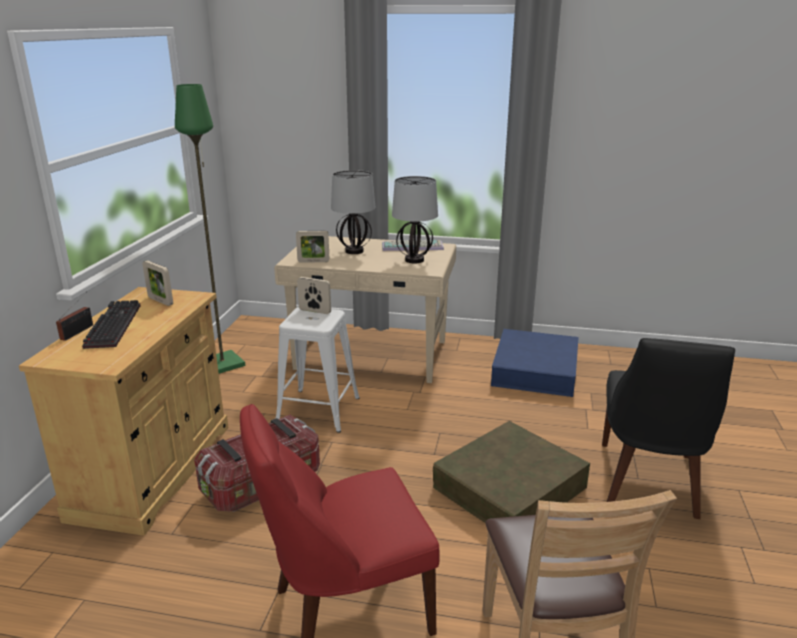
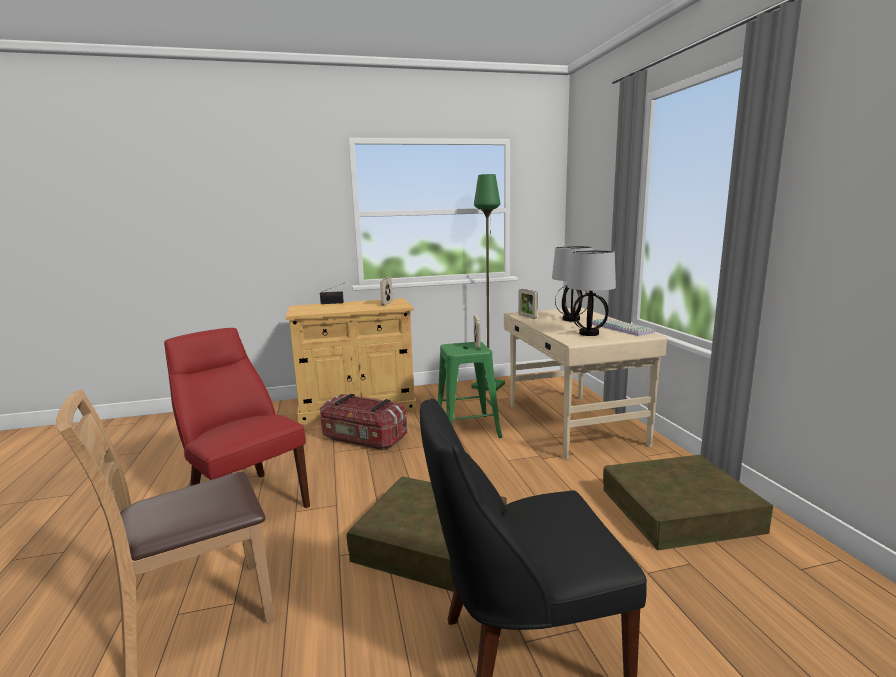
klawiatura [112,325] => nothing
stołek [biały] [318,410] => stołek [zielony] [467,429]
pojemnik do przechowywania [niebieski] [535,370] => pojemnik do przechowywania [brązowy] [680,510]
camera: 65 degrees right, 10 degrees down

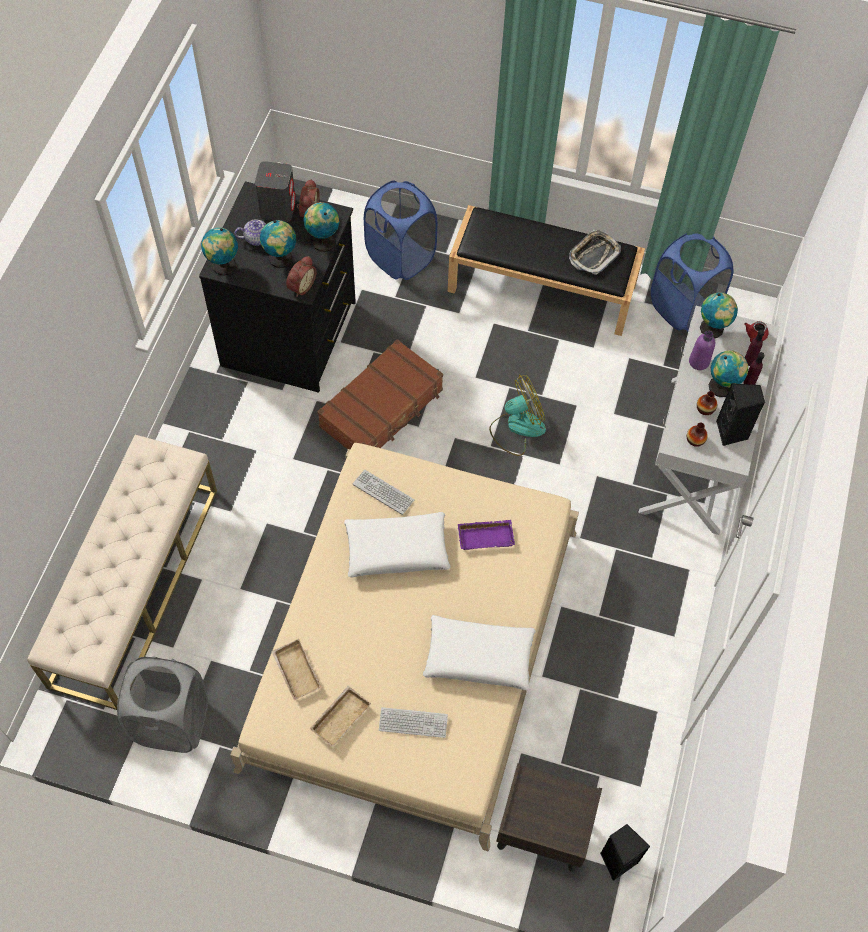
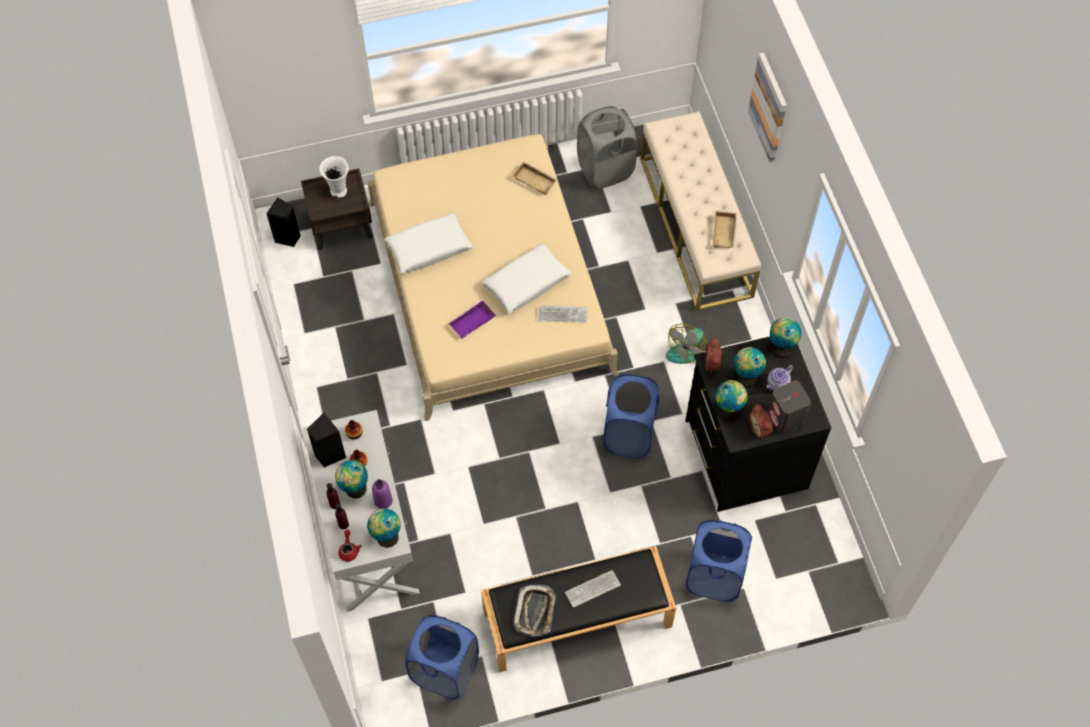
nothing => wazon [biały] [339,191]
nothing => obraz [769,107]
taca [beżowy] [340,716] => taca [beżowy] [725,233], moved
klawiatura [413,723] => klawiatura [592,589], moved
wentylator [517,427] => wentylator [687,348], moved
walizka [brązowy] [382,409] => kosz na pranie [niebieski] [629,434]
camera: 150 degrees right, 0 degrees up

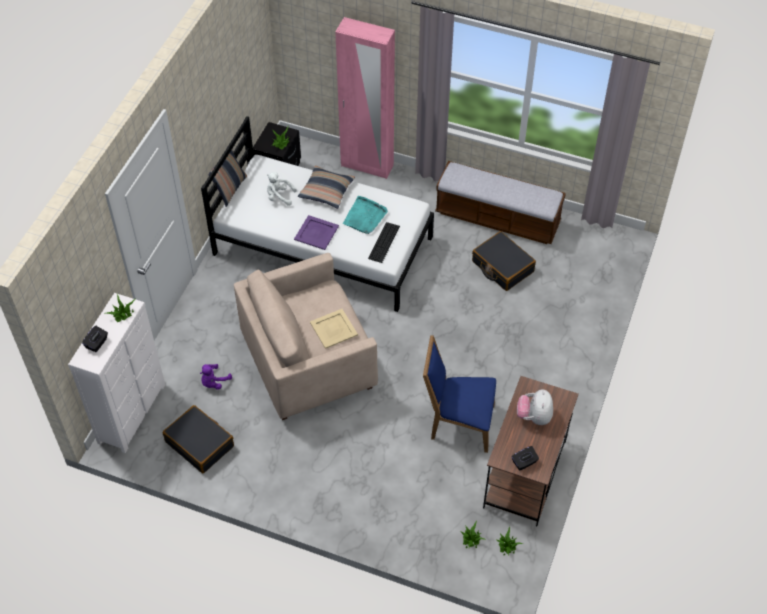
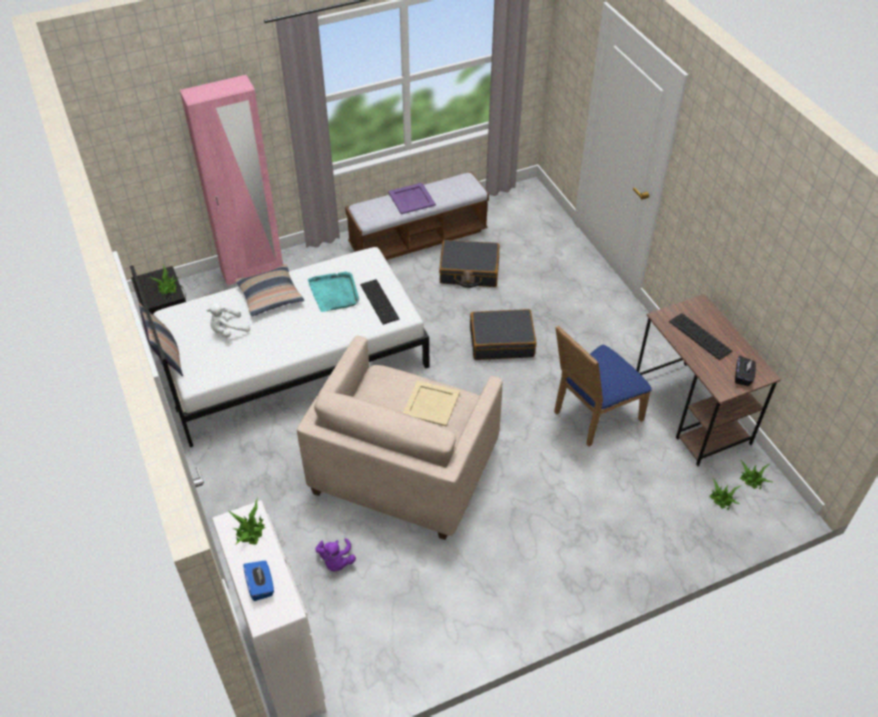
walizka [czarny] [200,444] => walizka [czarny] [501,341], moved
taca [fioletowy] [317,232] => taca [fioletowy] [412,198], moved
pluszak [534,416] => klawiatura [700,336]
pudełko chusteczek [czarny] [97,343] => pudełko chusteczek [niebieski] [261,586]
camera: 45 degrees left, 5 degrees down

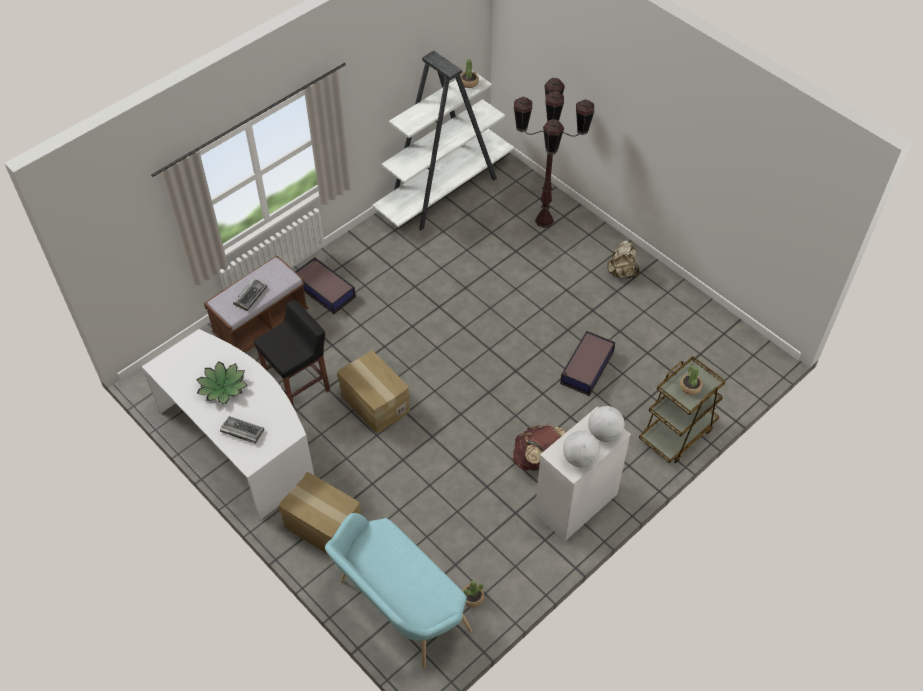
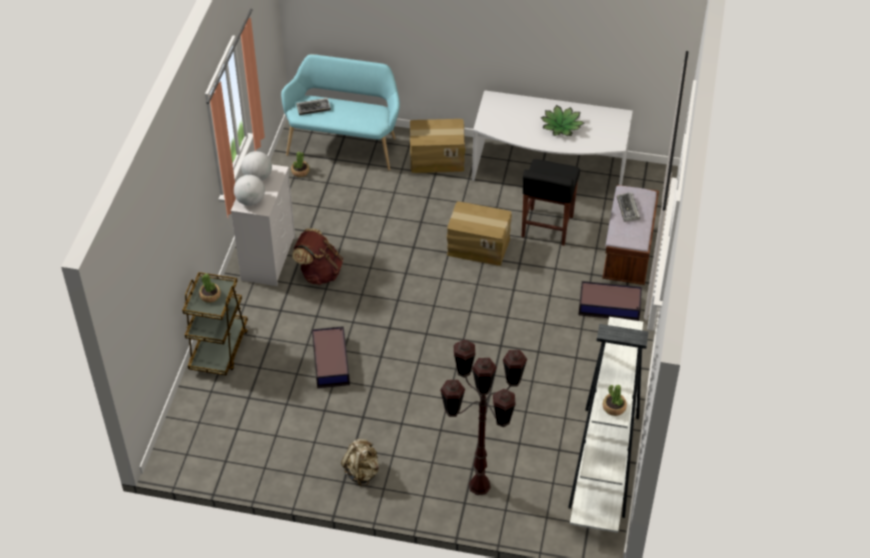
klawiatura [242,431] => klawiatura [314,108], moved
camera: 145 degrees right, 5 degrees down

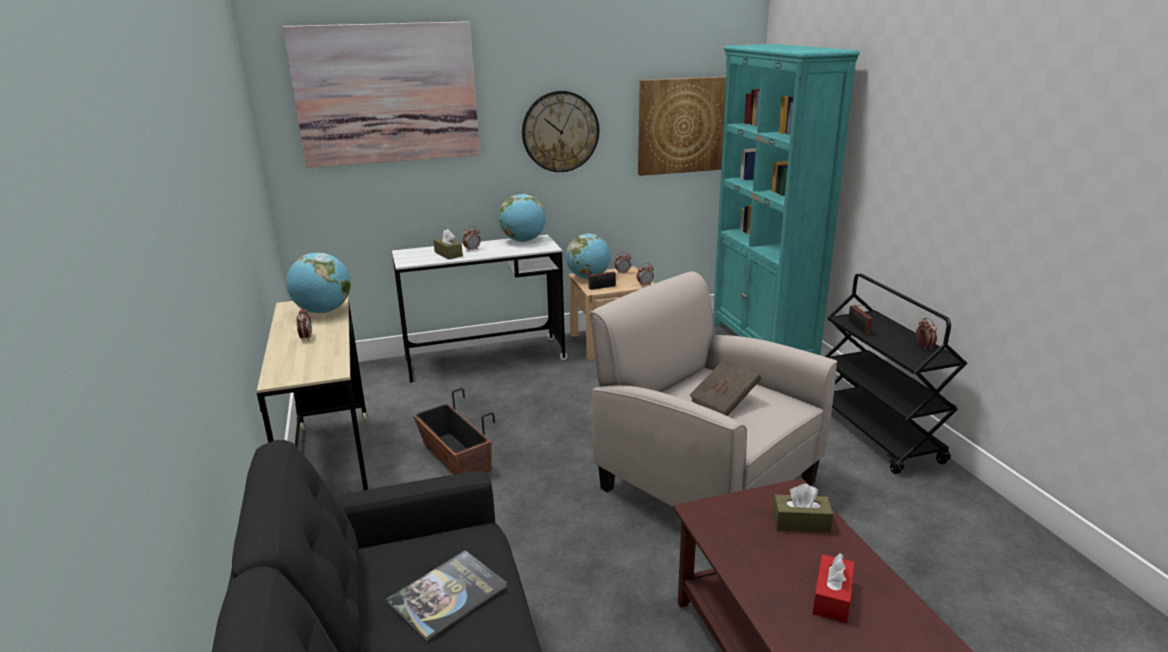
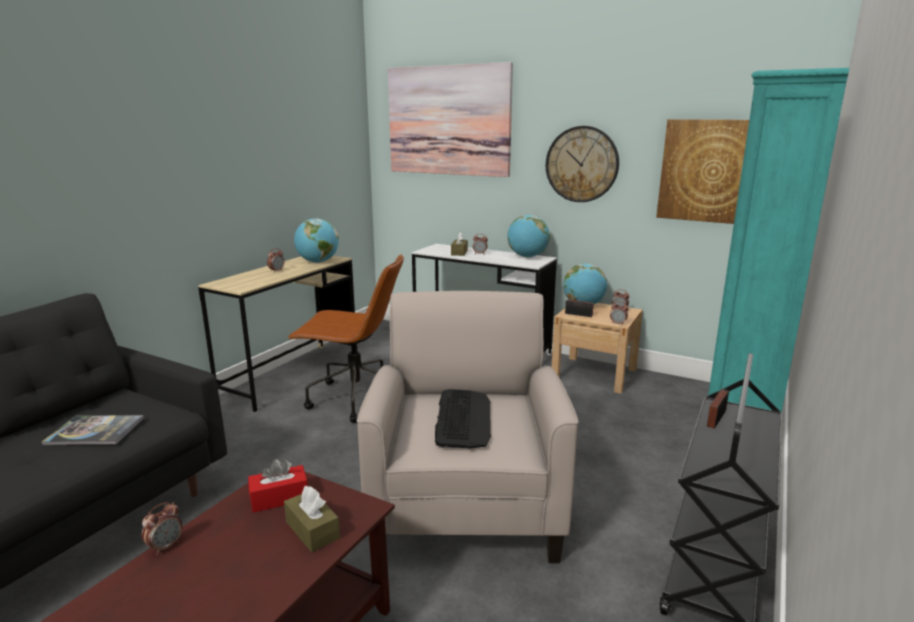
pudełko chusteczek [czerwony] [832,597] => pudełko chusteczek [czerwony] [279,498], moved
budzik [924,346] => budzik [165,546], moved
donica [455,458] => krzesło biurowe [brązowy] [355,398]
książka [brązowy] [724,401] => klawiatura [463,418]
camera: 45 degrees right, 5 degrees down

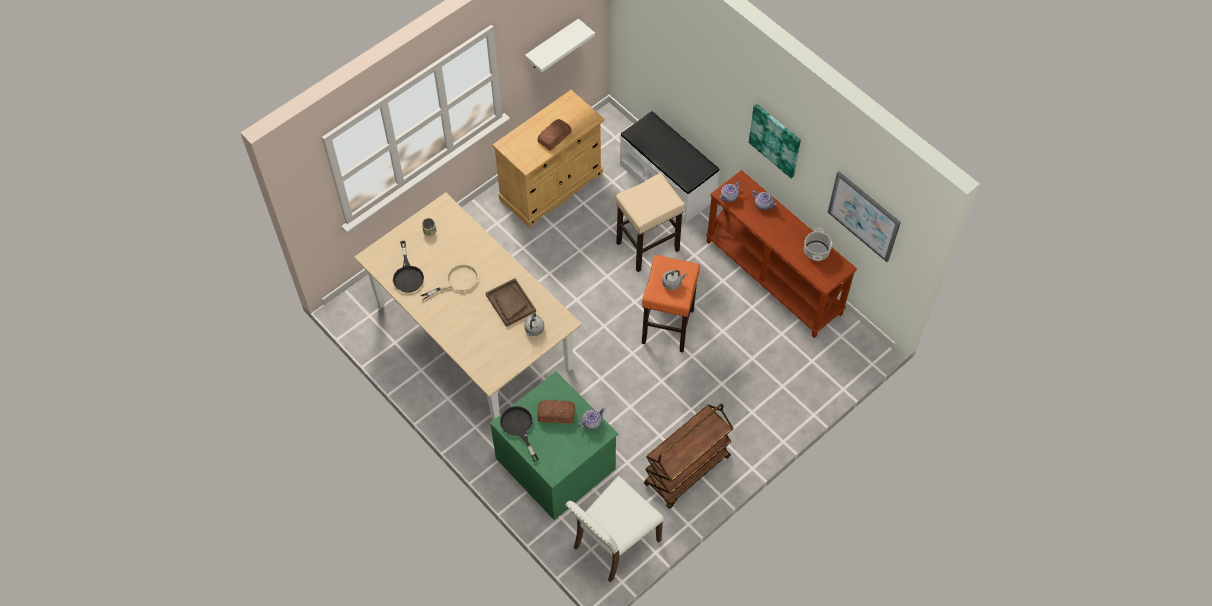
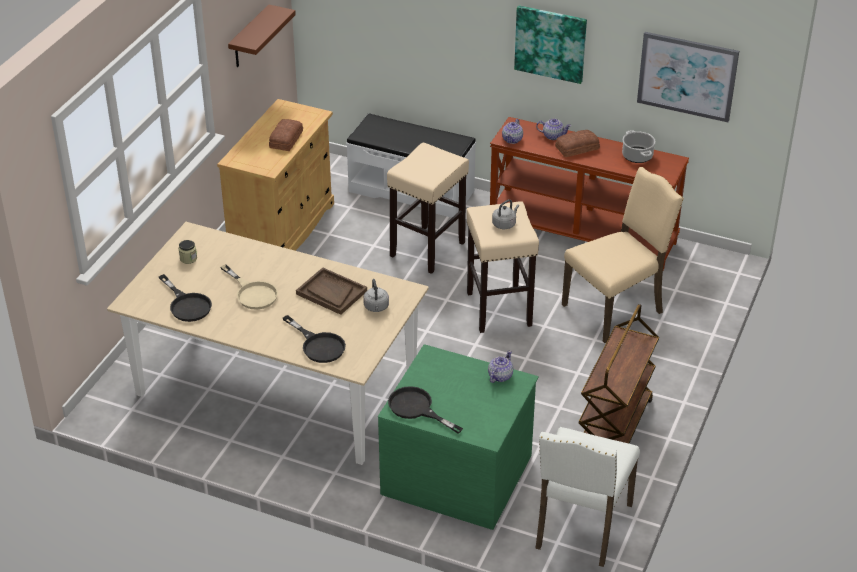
nothing => patelnia [czarny] [318,345]
nothing => krzesło [beżowy] [615,309]
chleb [556,413] => chleb [576,148], moved
półka [biały] [552,45] => półka [brązowy] [249,38]
stołek [pomarańczowy] [668,325] => stołek [beżowy] [498,308]
patelnia [beżowy] [457,281] => patelnia [beżowy] [252,293], 105 degrees clockwise
camera: 25 degrees left, 20 degrees down

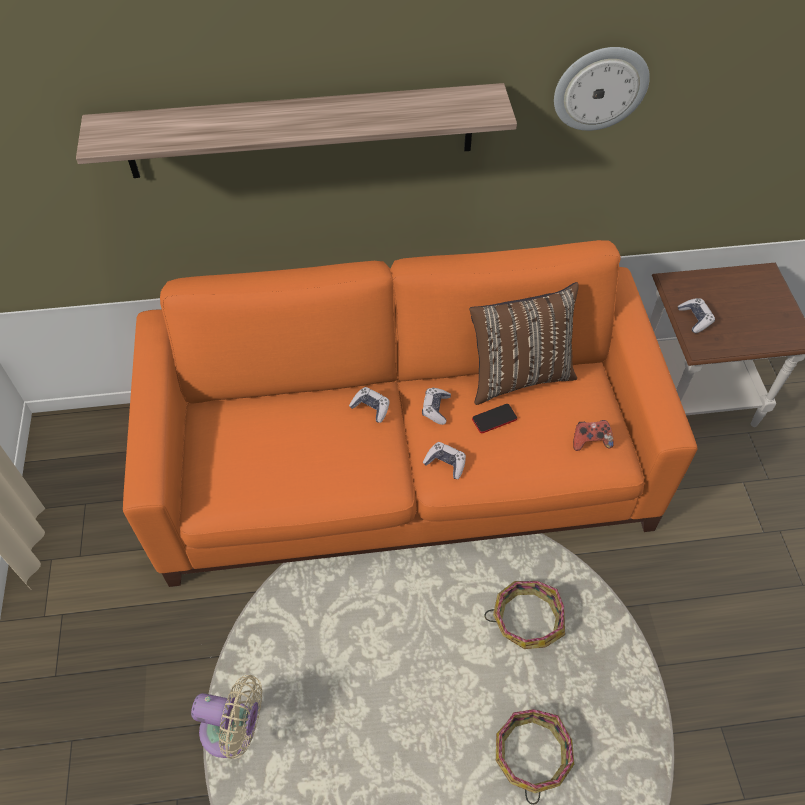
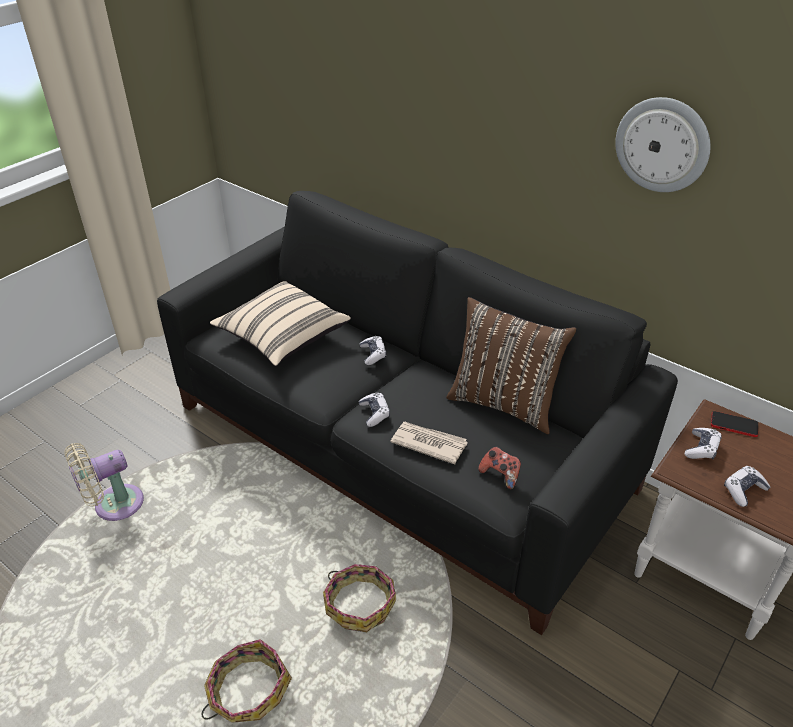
półka [300,131] => nothing
nothing => poduszka [beżowy] [282,337]
nothing => gazeta [428,443]
pad do gier [436,409] => pad do gier [743,490], moved
telefon [494,419] => telefon [734,425], moved
kanapa [pomarańczowy] [404,468] => kanapa [czarny] [398,447]
wentylator [beżowy] [234,731] => wentylator [beżowy] [113,506], 90 degrees clockwise
camera: 45 degrees right, 15 degrees down

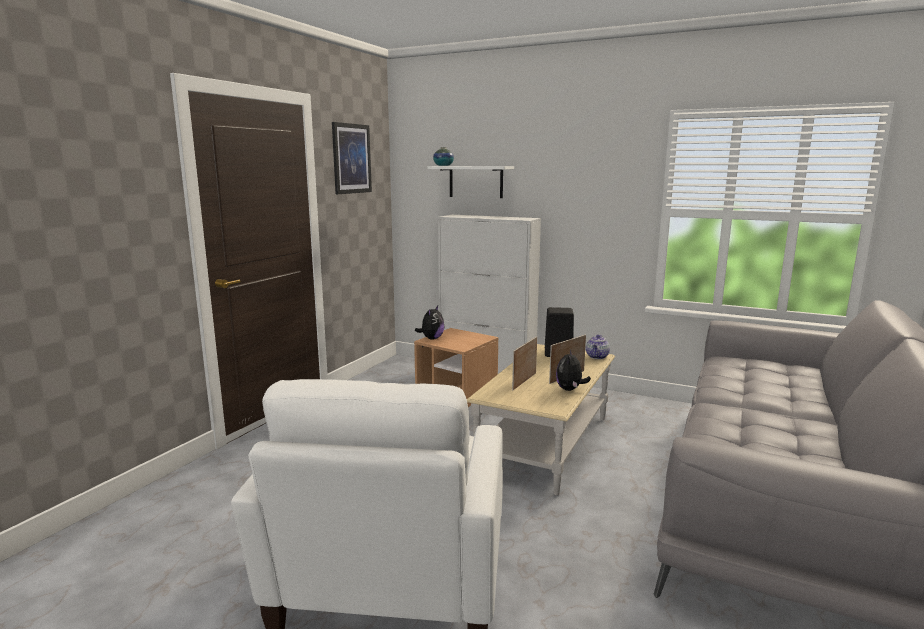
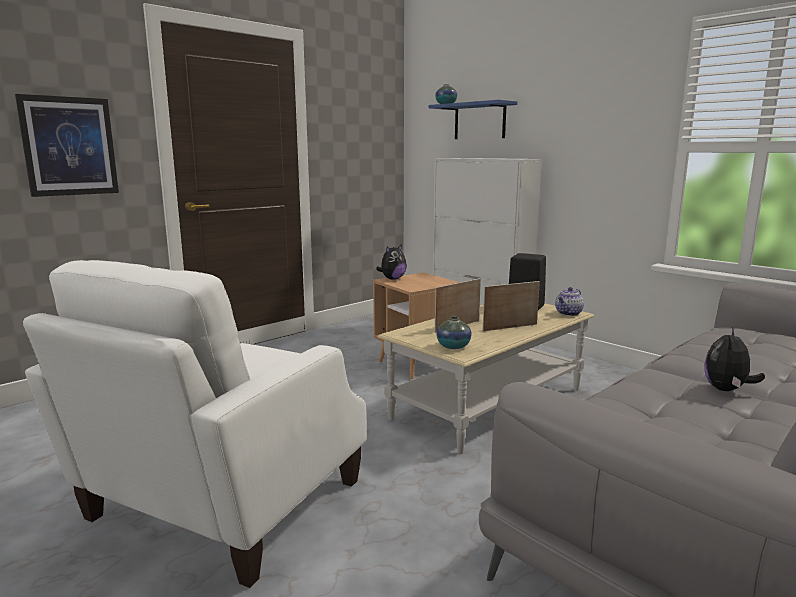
nothing => wazon [453,346]
obraz [351,158] => obraz [69,146], moved
pluszak [570,389] => pluszak [727,390], moved
półka [biały] [476,181] => półka [niebieski] [479,121]
camera: 20 degrees right, 0 degrees up

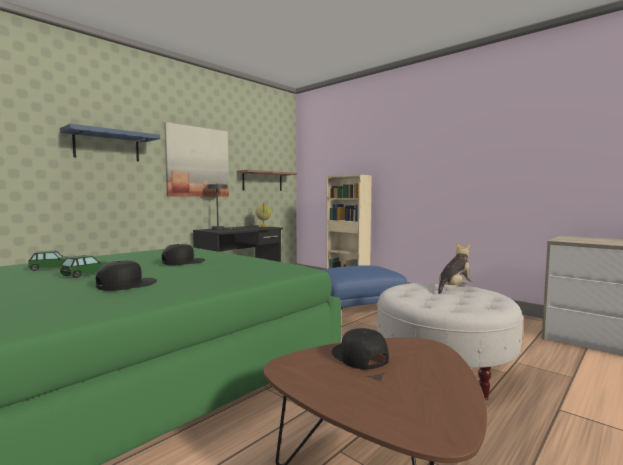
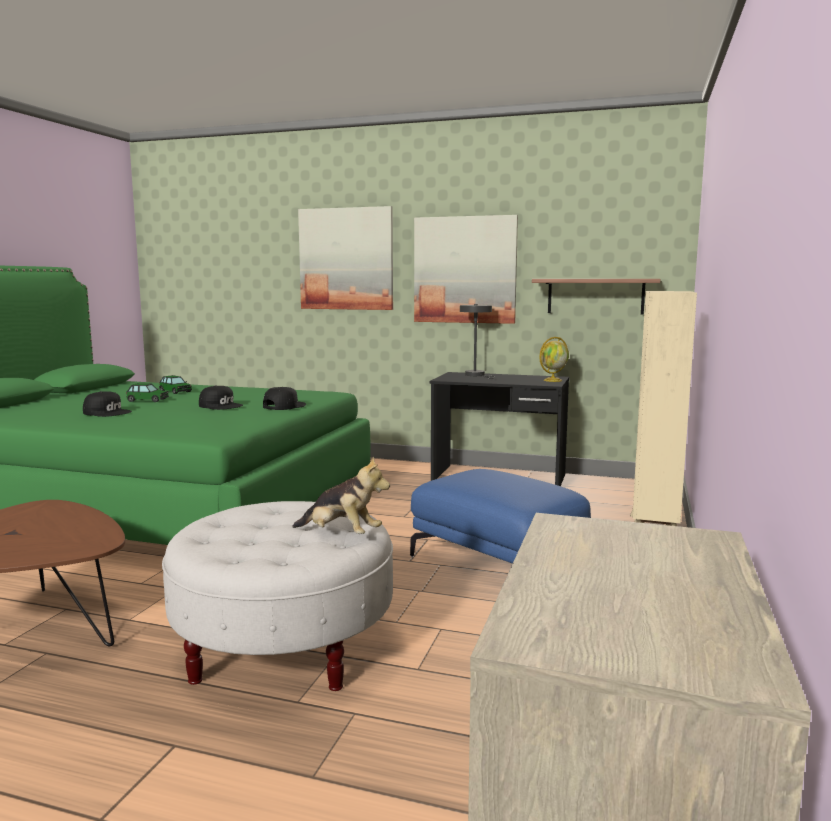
czapka z daszkiem [czarny] [358,356] => czapka z daszkiem [czarny] [284,406], moved
półka [niebieski] [107,146] => obraz [346,259]
camera: 65 degrees right, 5 degrees up

